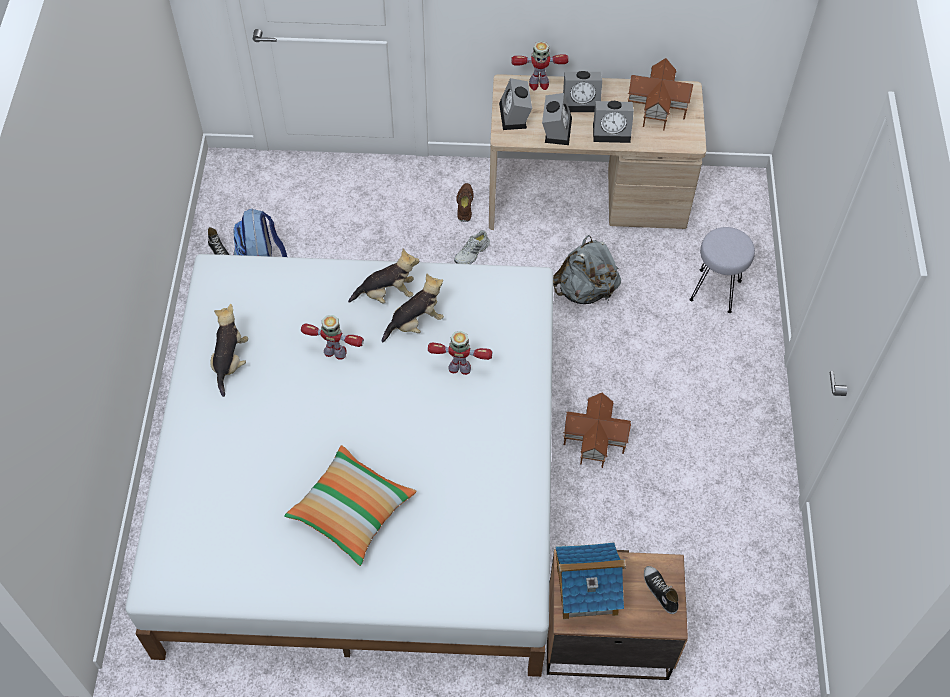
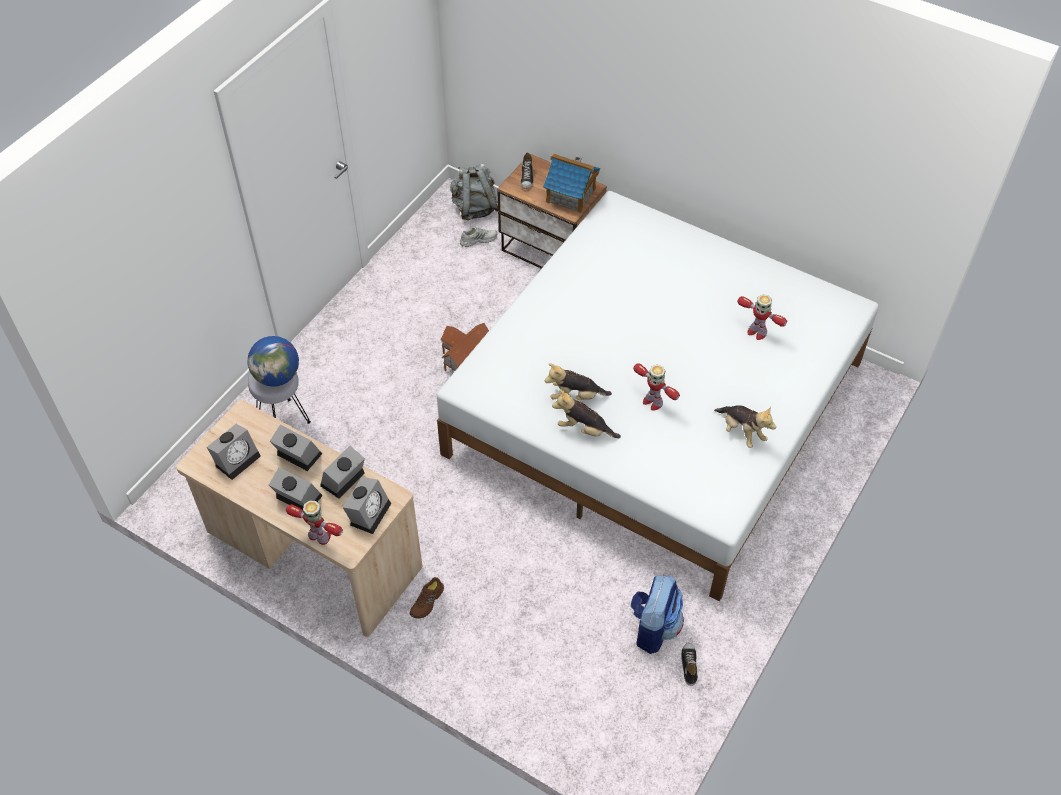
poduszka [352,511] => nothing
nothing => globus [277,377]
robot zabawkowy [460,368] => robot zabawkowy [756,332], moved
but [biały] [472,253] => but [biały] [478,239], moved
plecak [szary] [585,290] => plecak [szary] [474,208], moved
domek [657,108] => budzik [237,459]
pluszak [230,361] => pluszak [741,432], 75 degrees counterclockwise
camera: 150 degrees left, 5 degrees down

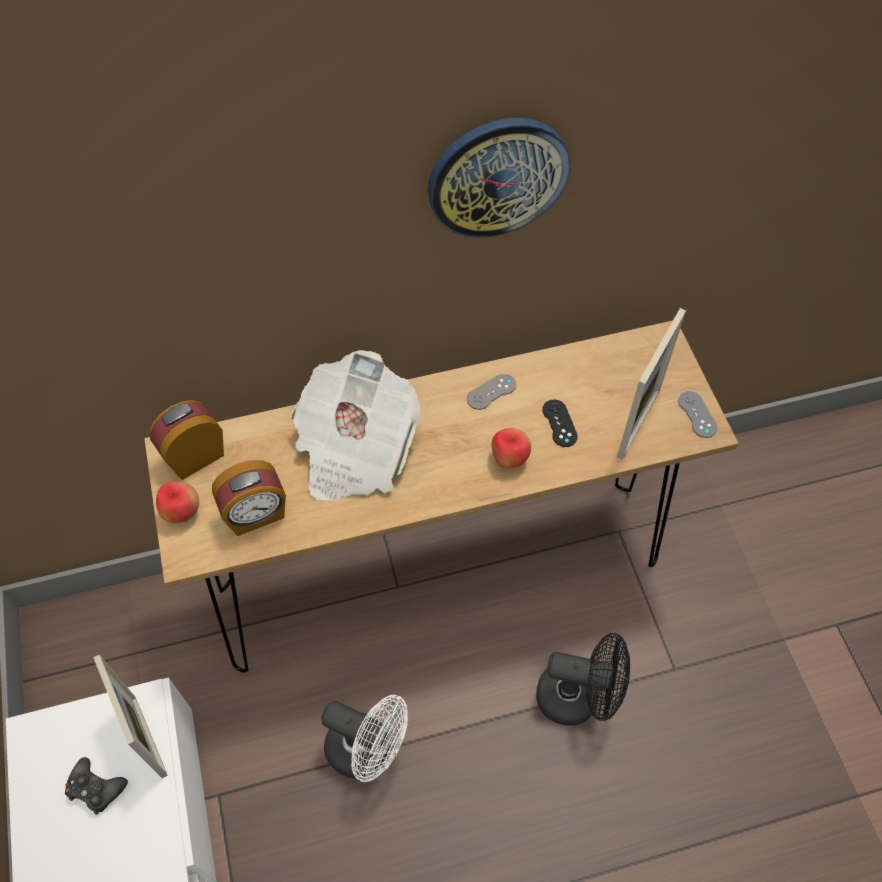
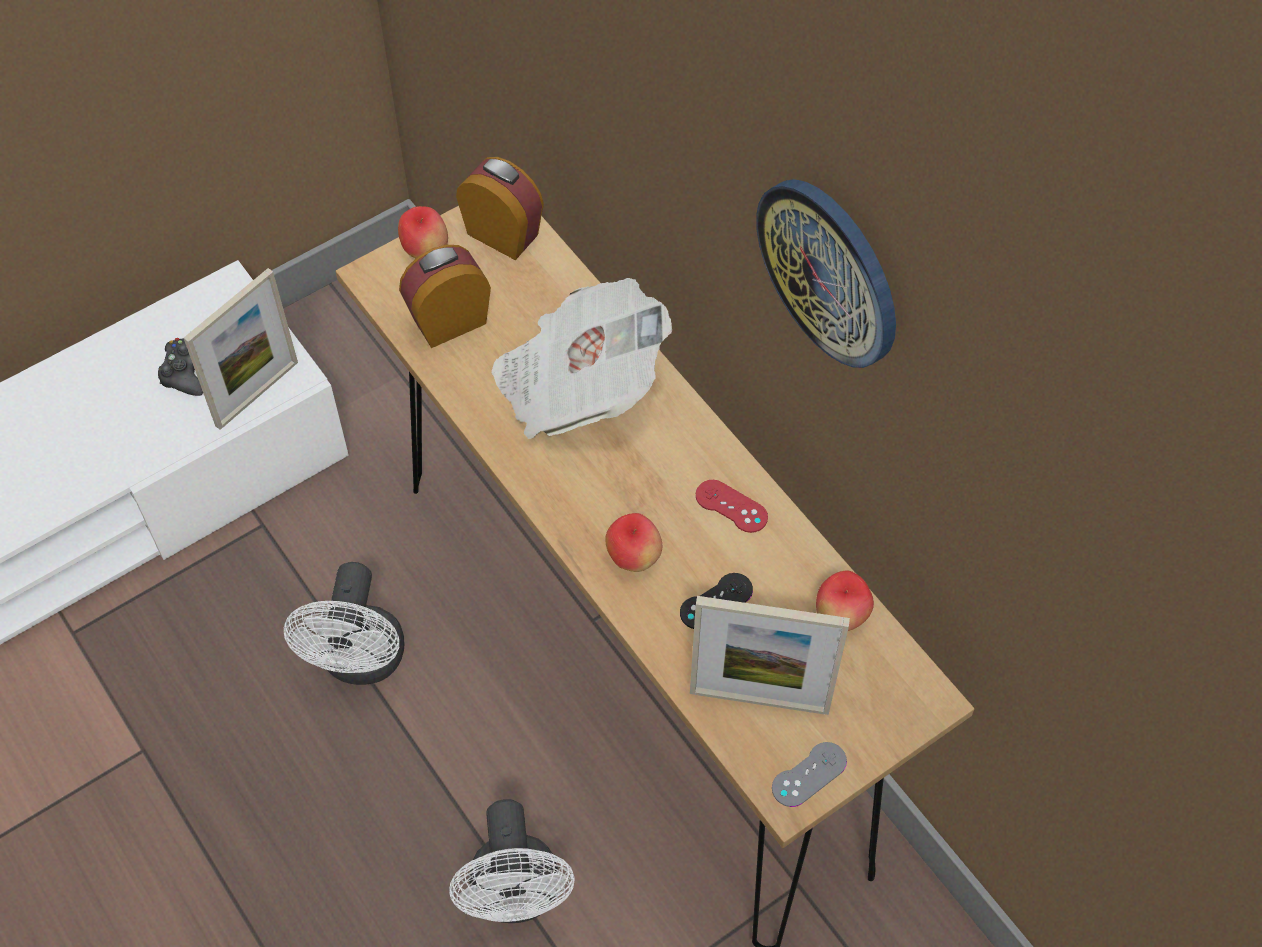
nothing => jabłko [841,616]
pad do gier [szary] [491,392] => pad do gier [czerwony] [731,506]
wentylator [czarny] [578,697] => wentylator [biały] [516,897]
budzik [256,515] => budzik [449,320], 105 degrees clockwise
camera: 70 degrees right, 0 degrees up

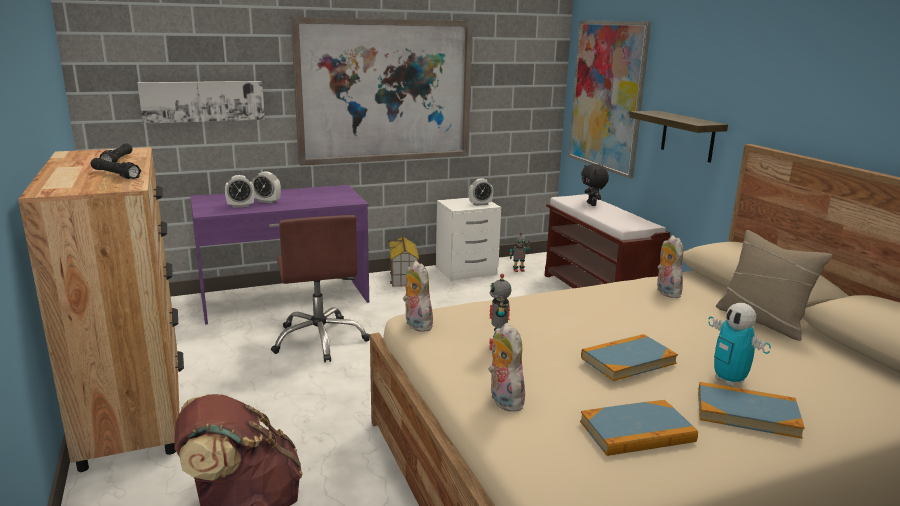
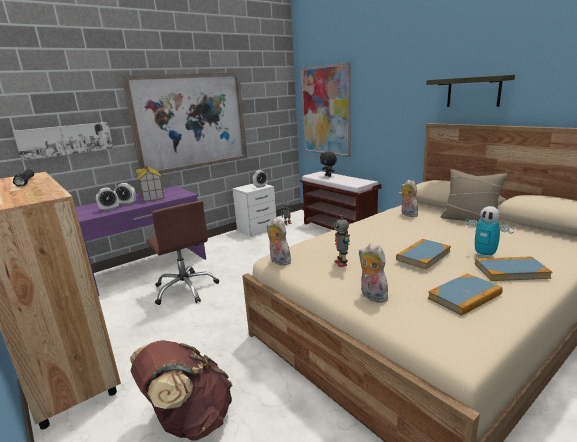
latarka [czarny] [115,174] => nothing
domek [404,278] => domek [152,196], moved
półka [687,136] => półka [473,92], moved
camera: 15 degrees left, 0 degrees up

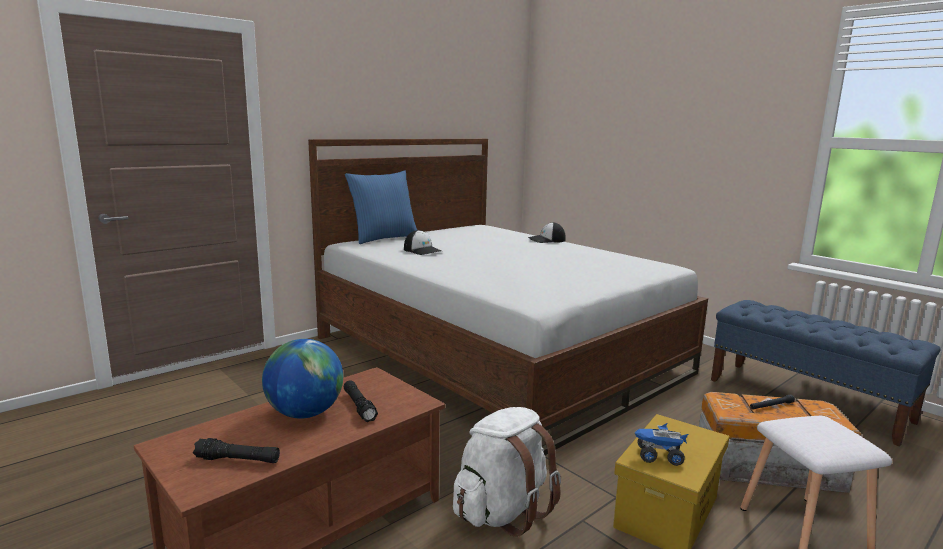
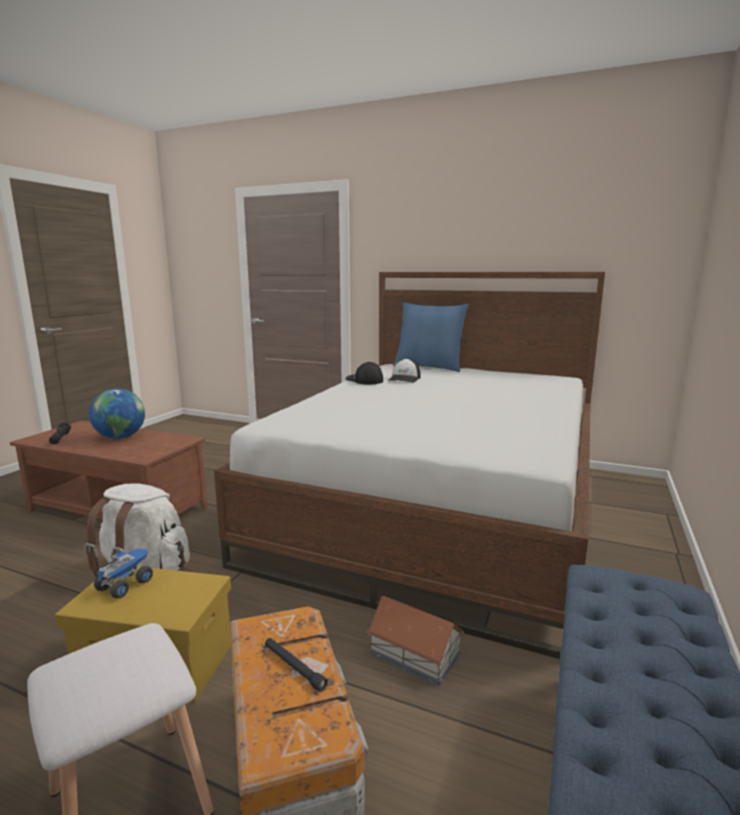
latarka [czarny] [359,406] => nothing
nothing => domek [415,654]
czapka z daszkiem [546,240] => czapka z daszkiem [364,380], moved
ciężarówka zabawkowa [658,457] => ciężarówka zabawkowa [125,585], 45 degrees clockwise
camera: 65 degrees right, 0 degrees up

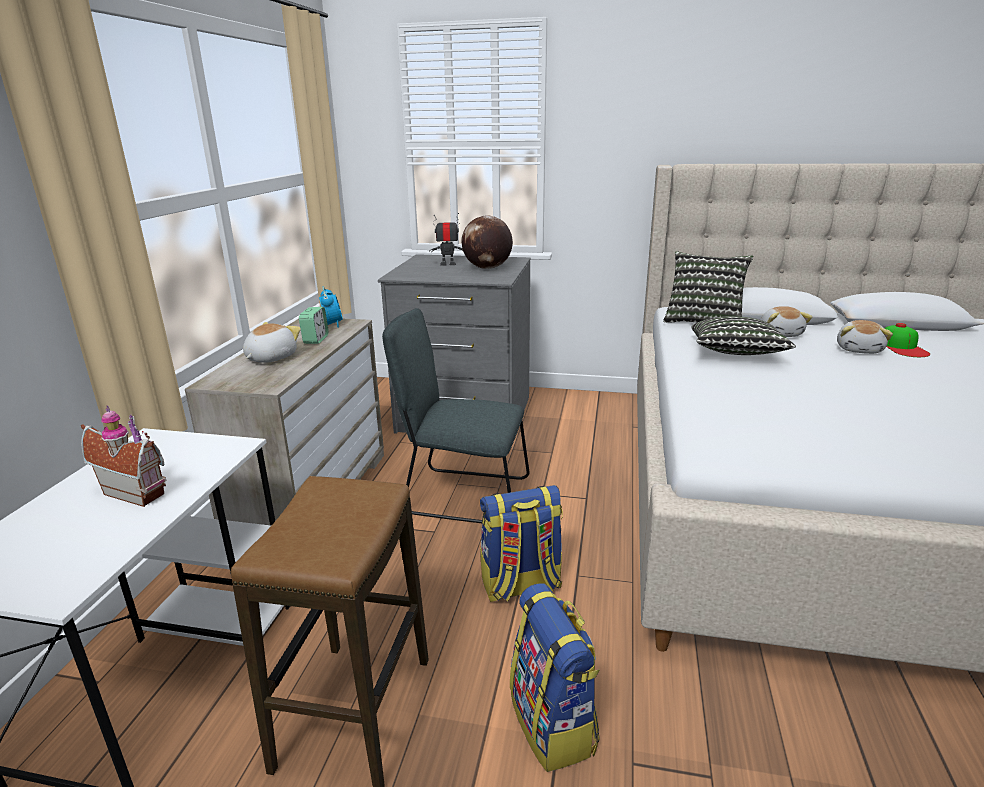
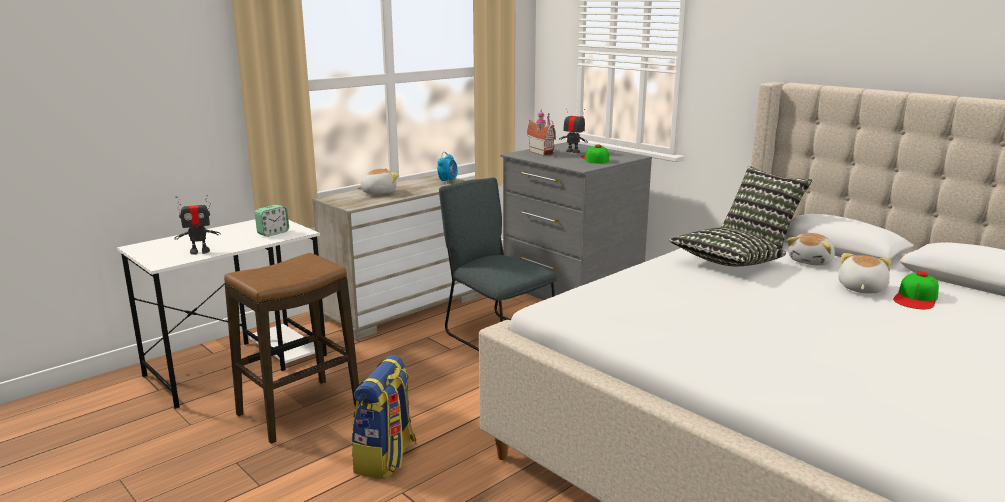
plecak [520,585] => nothing
nothing => robot zabawkowy [199,251]
domek [138,491] => domek [543,152], moved
budzik [316,339] => budzik [273,233], moved
globus [487,268] => czapka z daszkiem [594,159]
pluszak [859,349] => pluszak [860,288], 150 degrees clockwise
camera: 35 degrees right, 5 degrees down

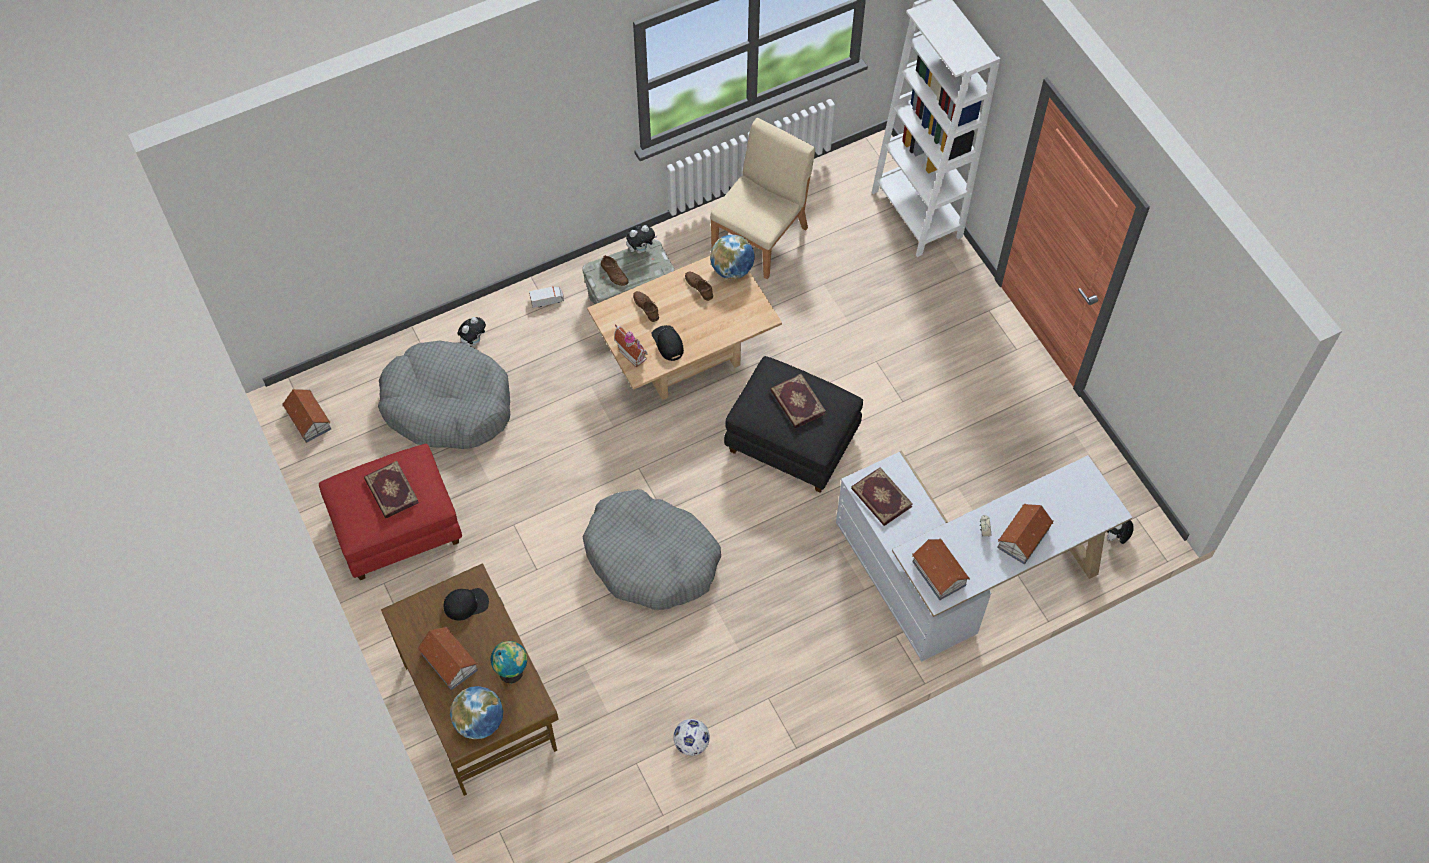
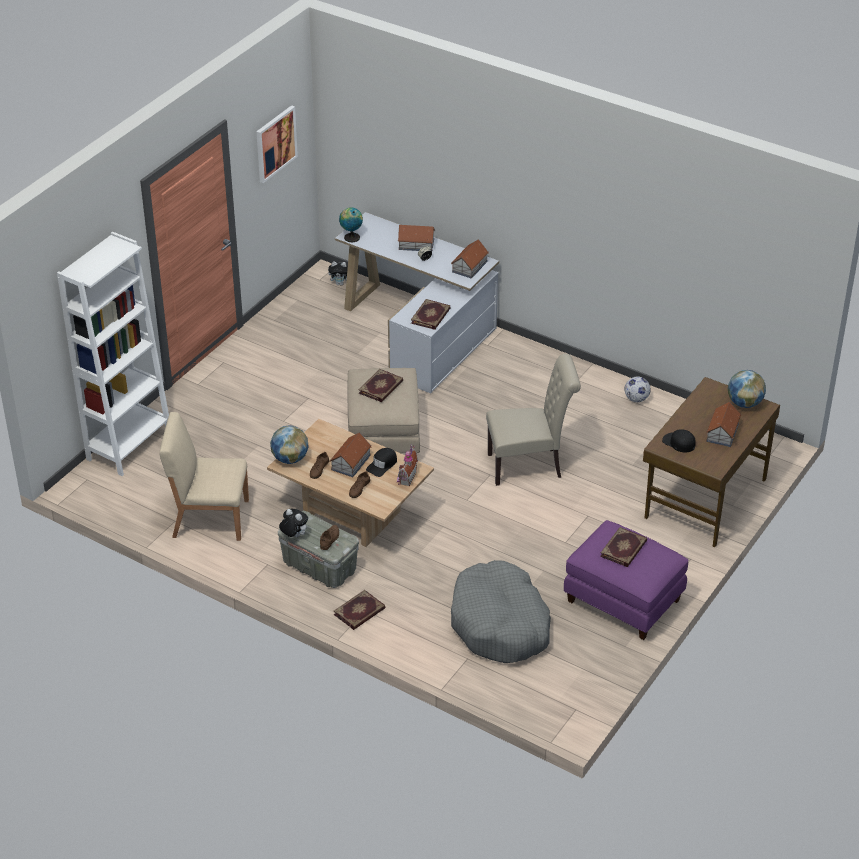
pluszak [474,341] => nothing
nothing => obraz [275,143]
domek [309,419] => domek [350,462], moved
globus [512,671] => globus [351,237], moved
ciężarówka zabawkowa [547,300] => książka [360,612]
legowisko [szary] [651,558] => krzesło [beżowy] [529,465]
pufa [czerwony] [397,527] => pufa [fioletowy] [622,601]
pufa [czarny] [793,441] => pufa [beżowy] [382,435]
camera: 120 degrees left, 20 degrees down

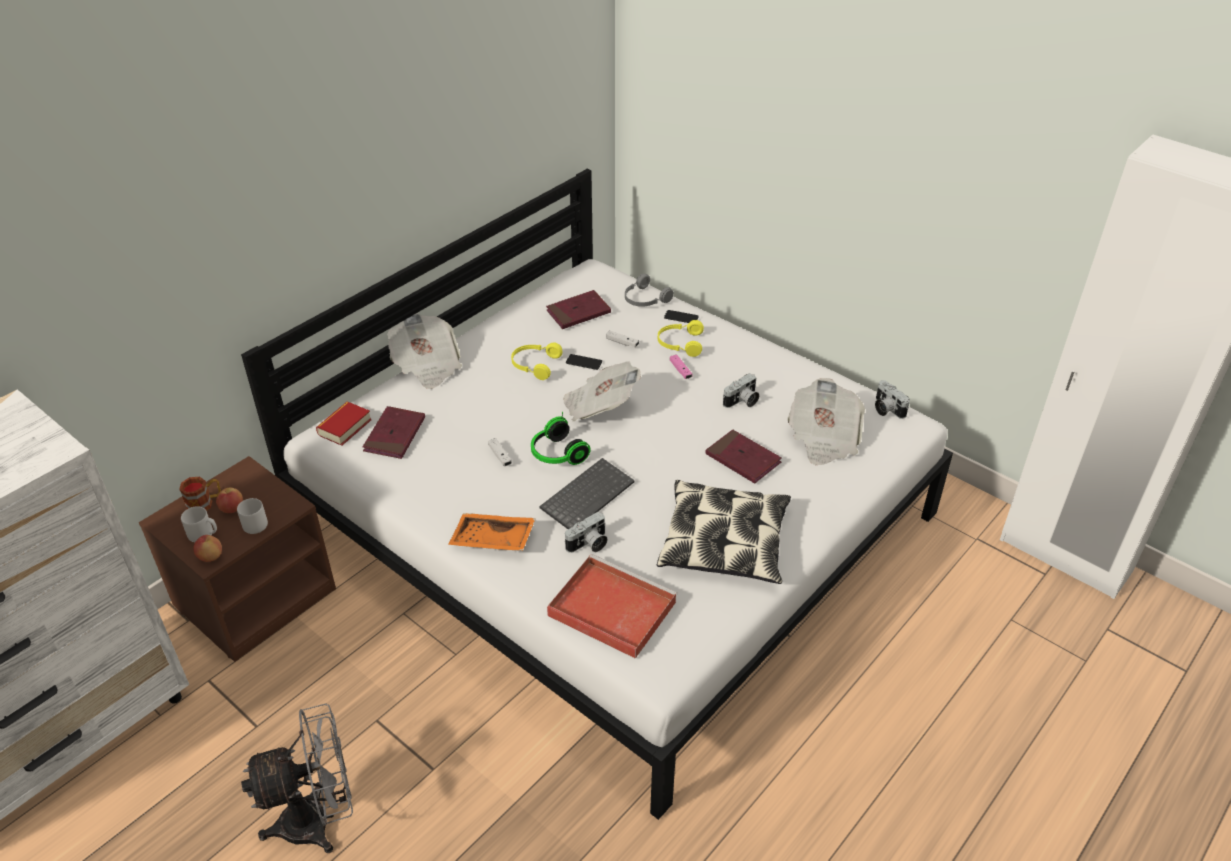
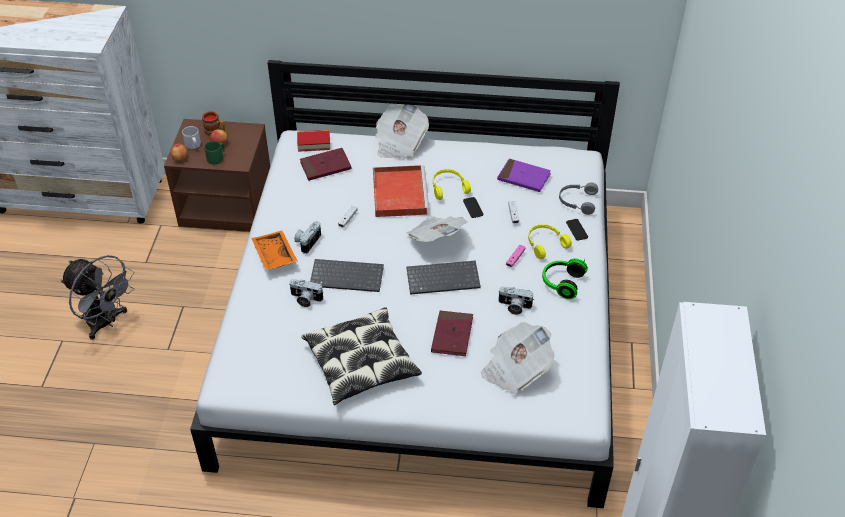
nothing => klawiatura [444,278]
słuchawki [556,454] => słuchawki [561,283], moved
taca [czerwony] [609,608] => taca [czerwony] [399,192], moved
aparat fotograficzny [886,409] => aparat fotograficzny [307,241], moved
kubek [szary] [255,523] => kubek [zielony] [216,158]
książka [czerwony] [578,312] => książka [fioletowy] [524,177]
camera: 55 degrees right, 5 degrees up

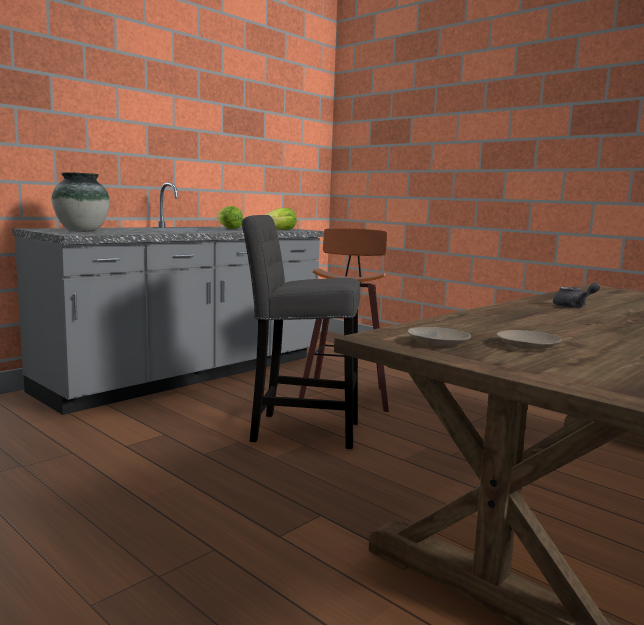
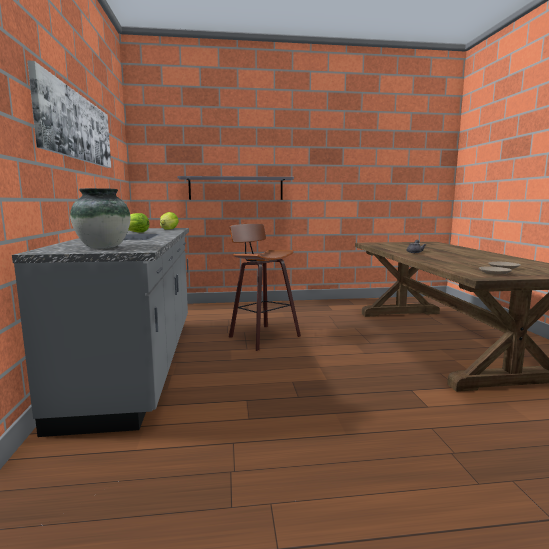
stołek [szary] [299,430] => nothing
nothing => obraz [76,127]
nothing => półka [szary] [236,188]
camera: 50 degrees left, 0 degrees up

